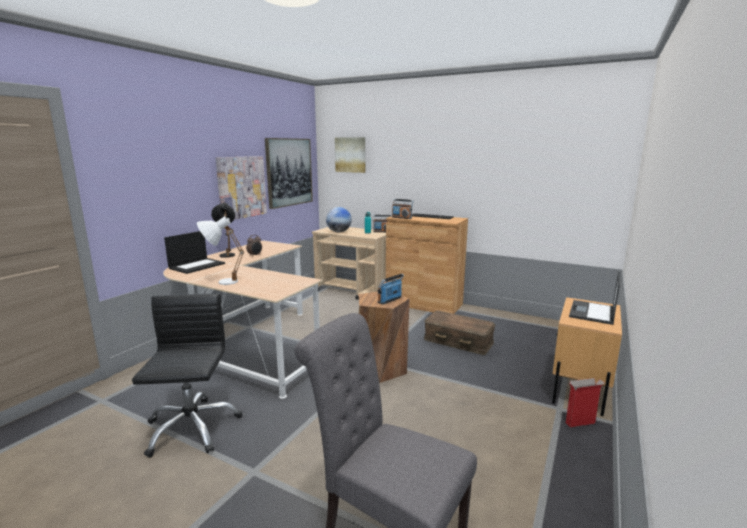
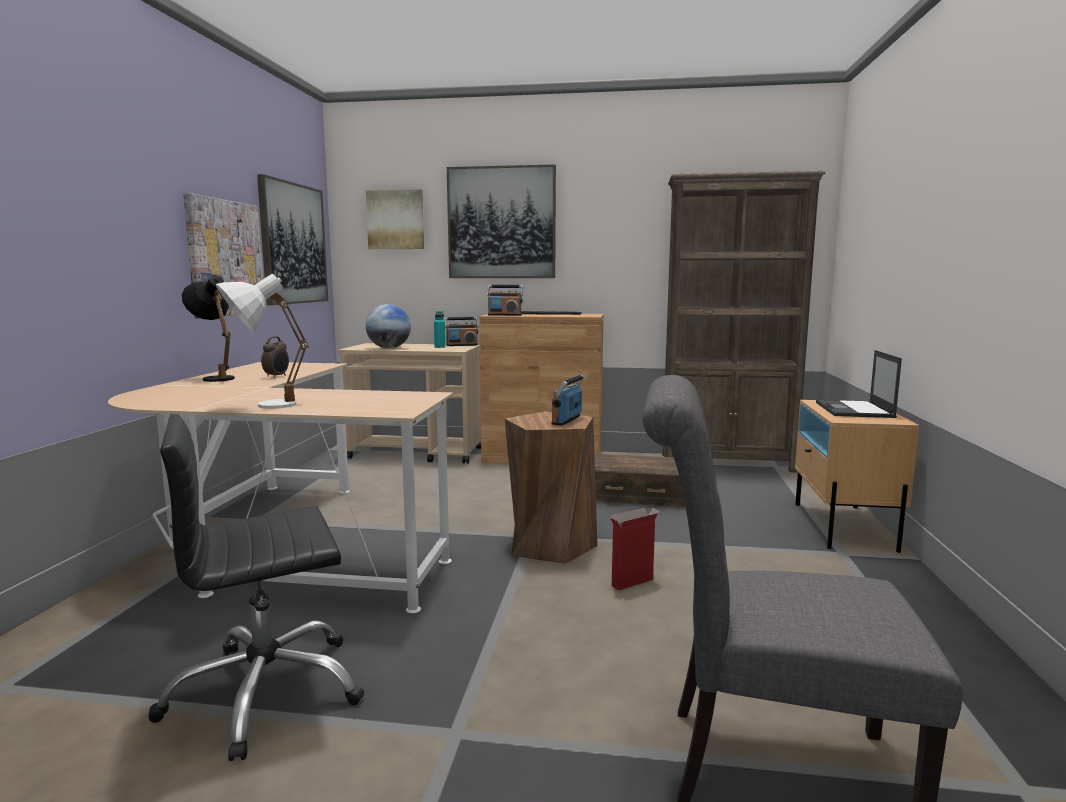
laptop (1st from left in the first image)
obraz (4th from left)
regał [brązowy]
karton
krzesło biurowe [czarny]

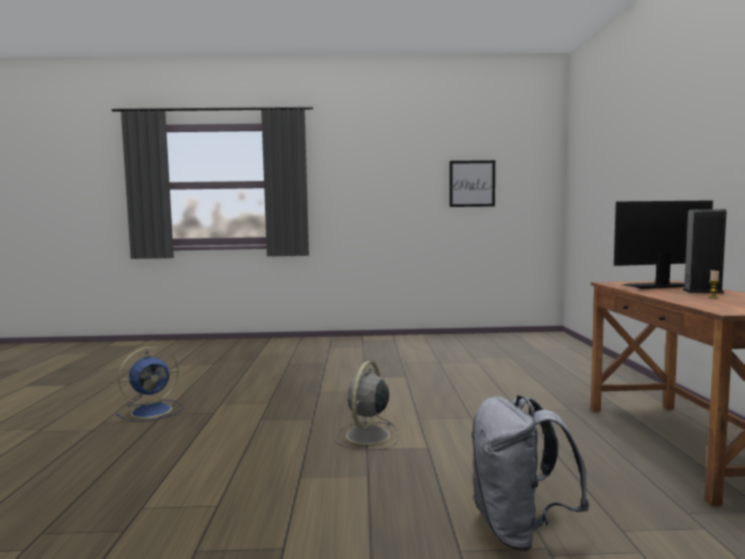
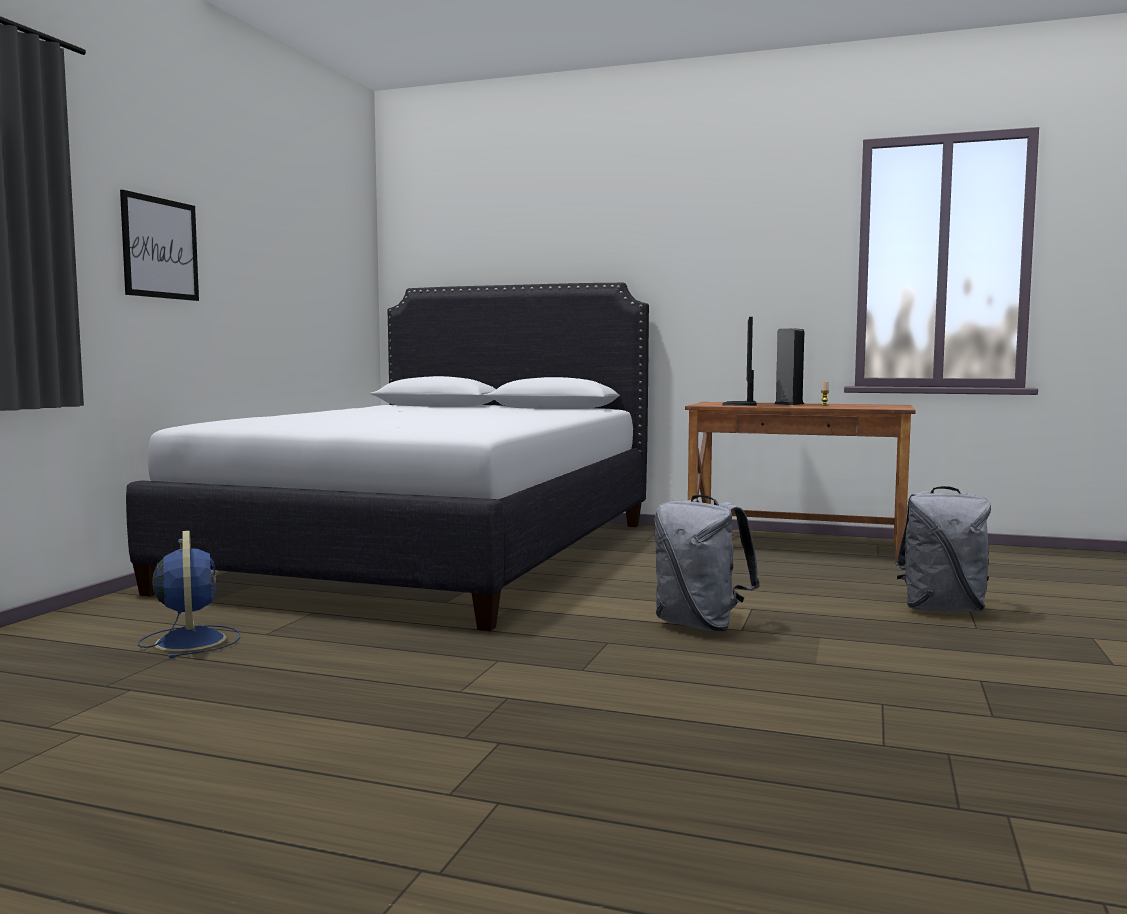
łóżko [biały]
wentylator [niebieski]
obraz
plecak [szary] (1st from left)

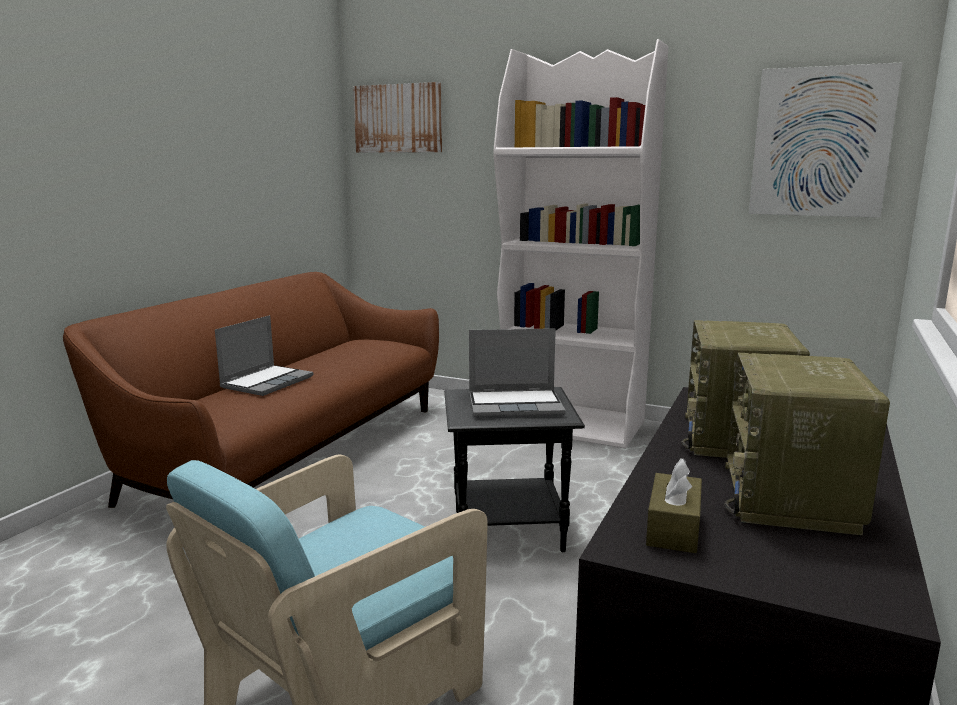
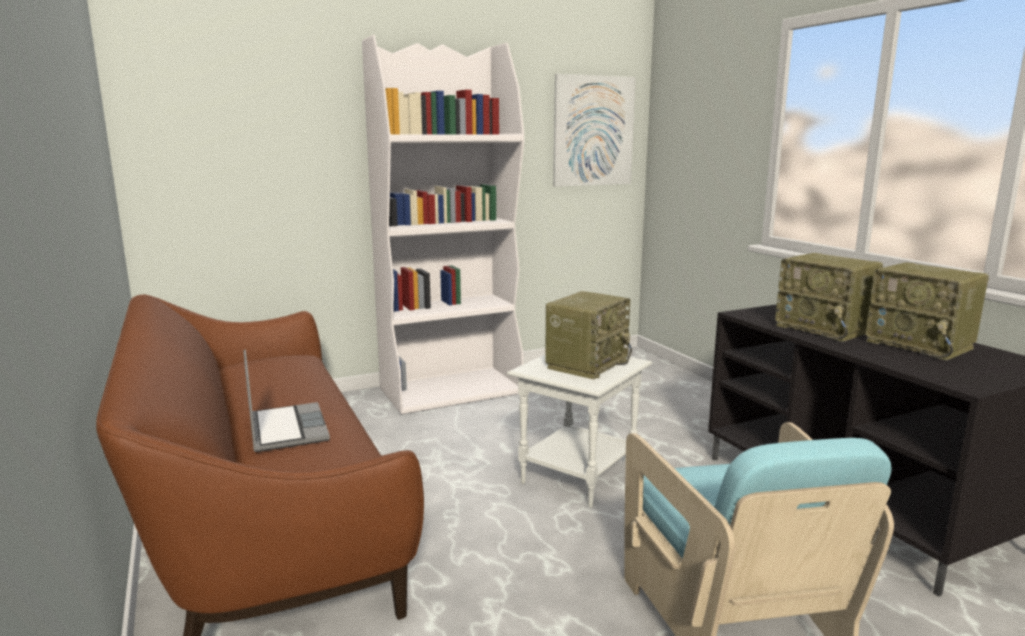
obraz (1st from left in the first image)
pudełko chusteczek [brązowy]
radio (1st from left)
stolik [biały]

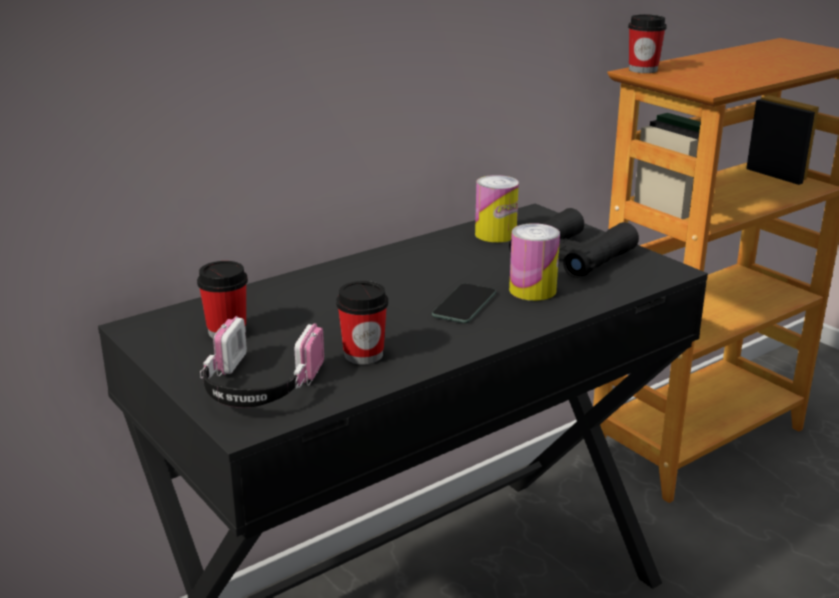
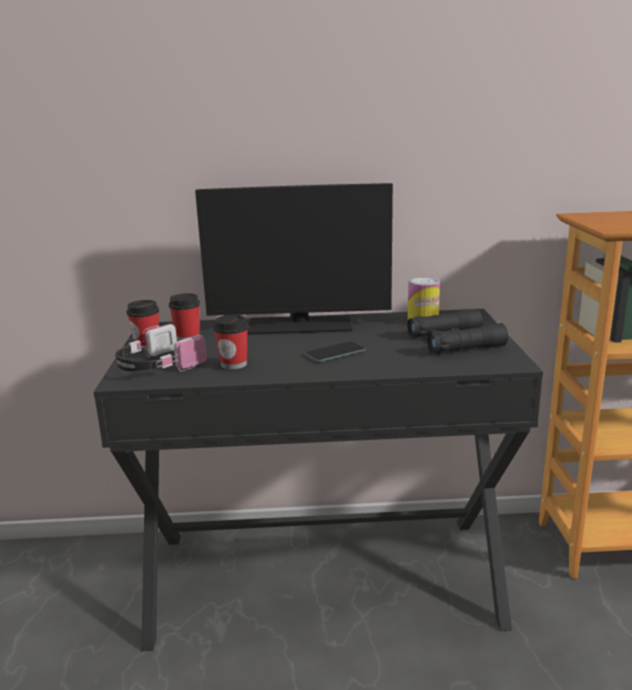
puszka (2nd from left in the first image)
monitor
filiżanka (1st from left)

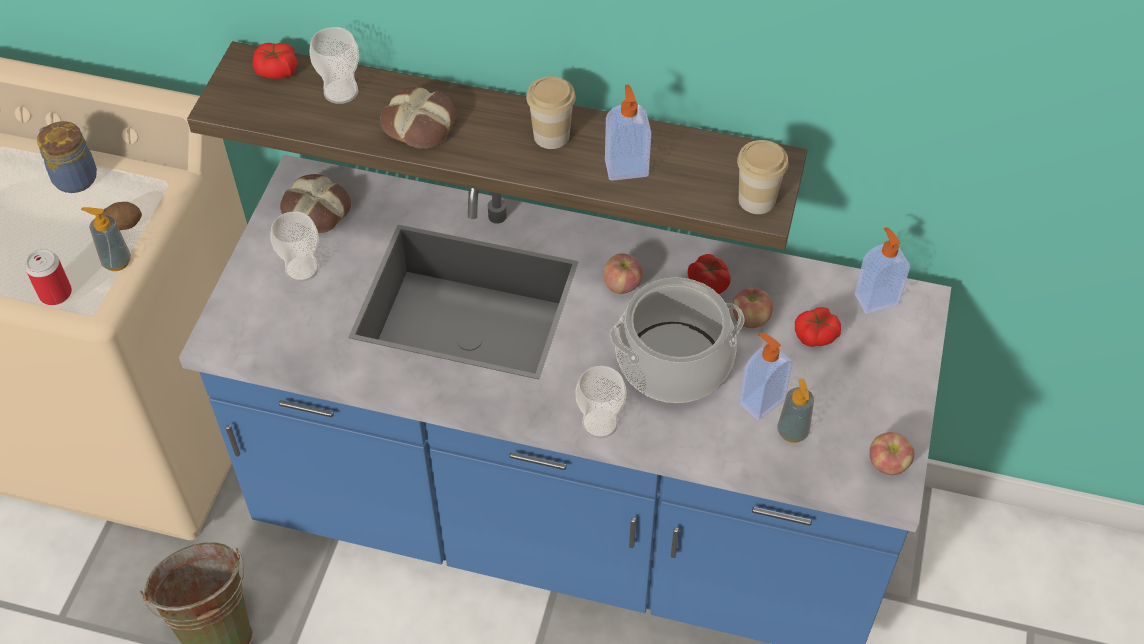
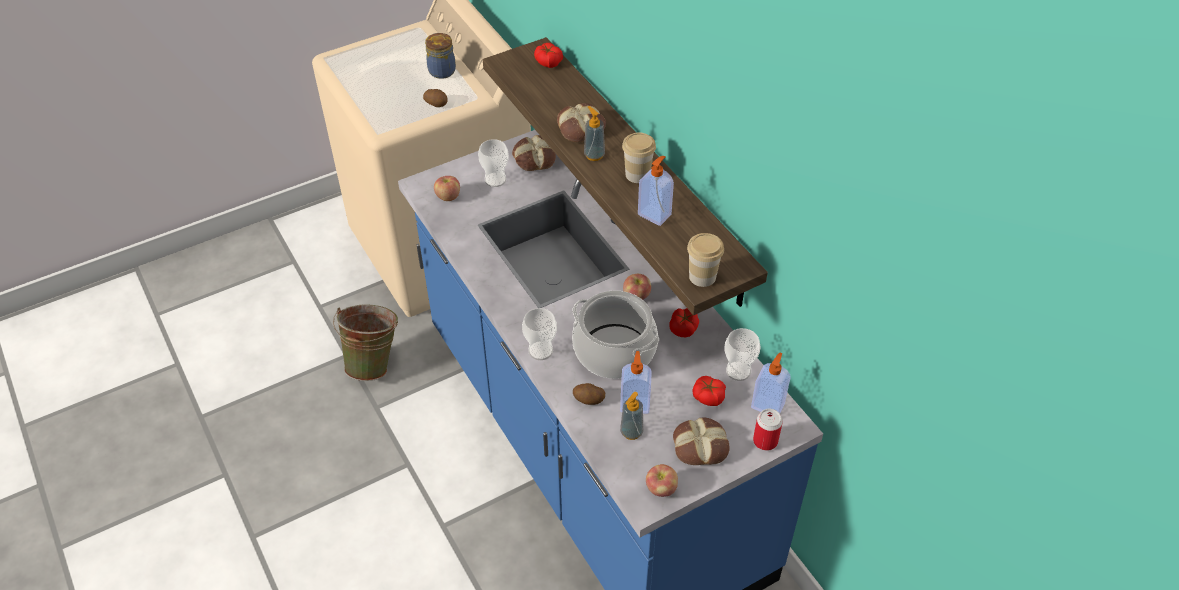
ziemniak (2nd from left)
chleb (3rd from left)
puszka
dozownik mydła (1st from left)
filiżanka (5th from left)
jabłko (1st from left)

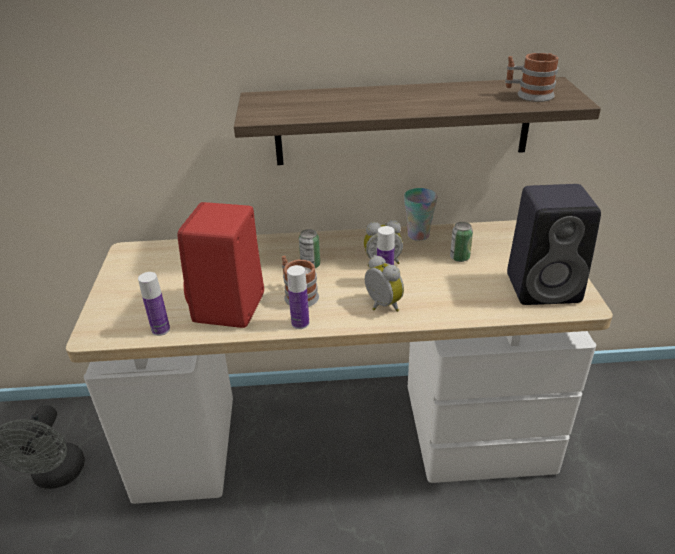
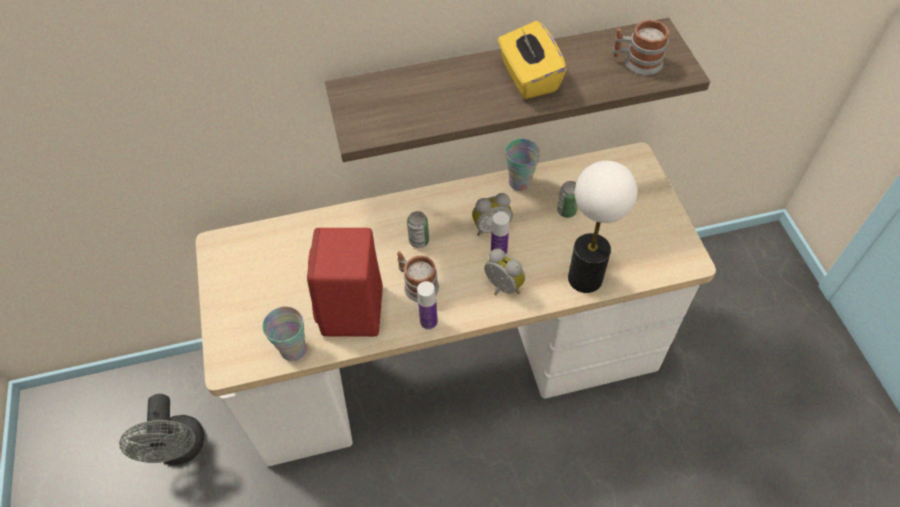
głośnik [czarny]
pudełko chusteczek [żółty]
lampa stołowa
filiżanka (1st from left)

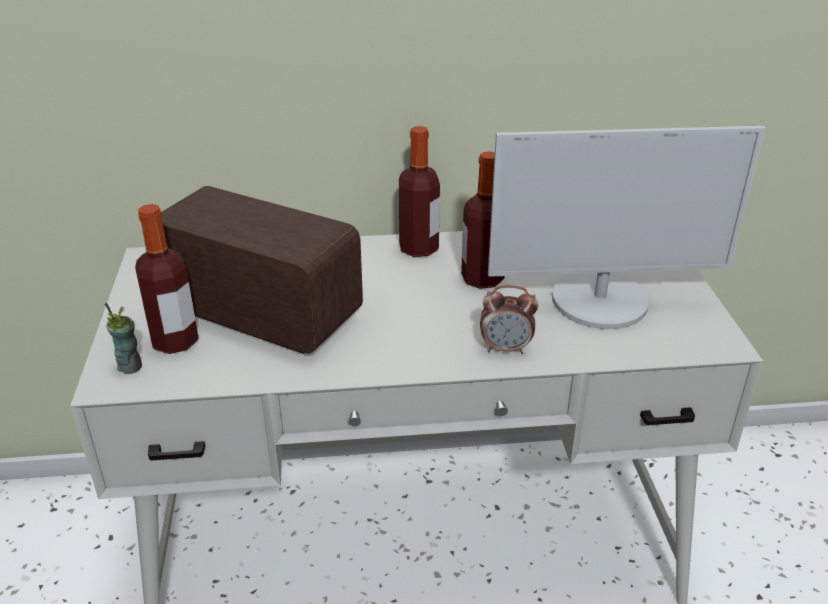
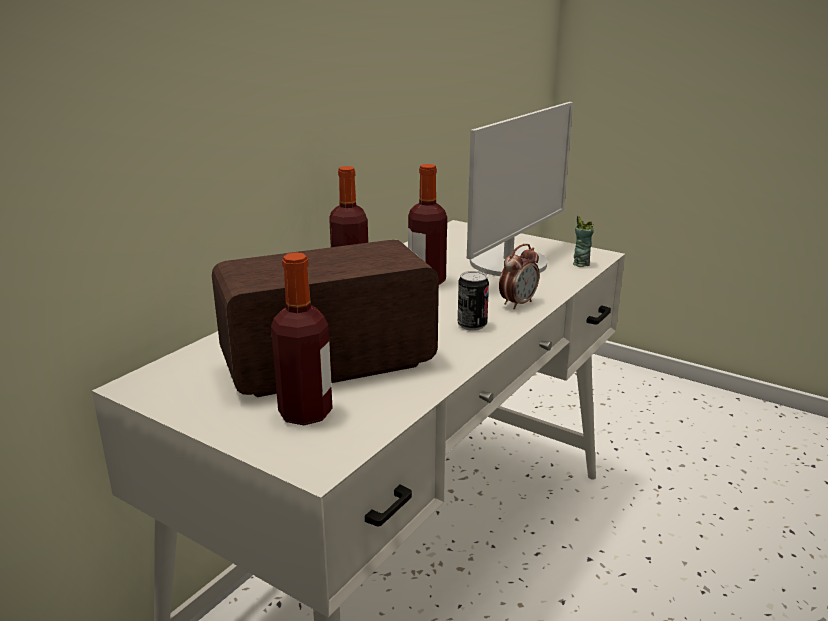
puszka
filiżanka

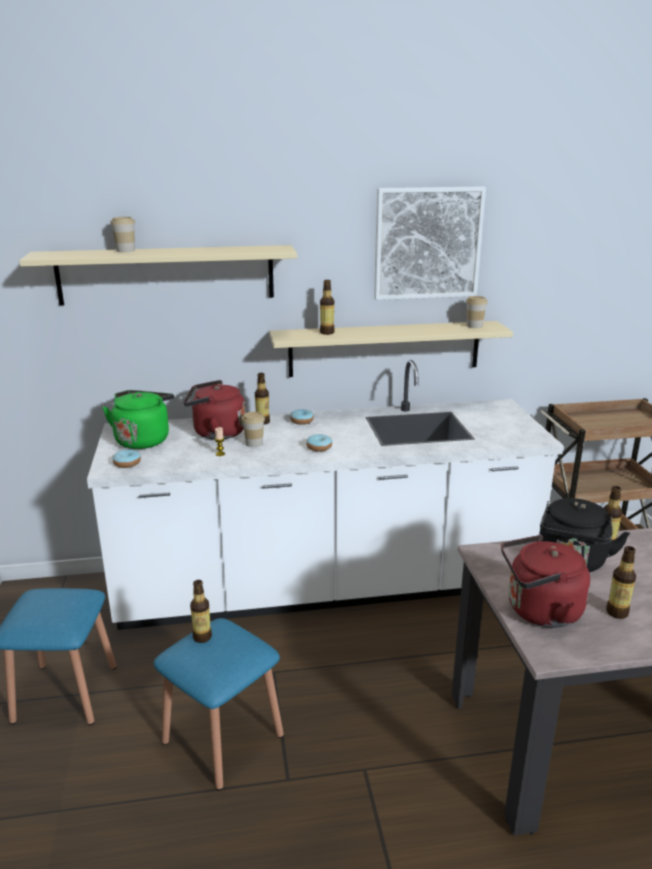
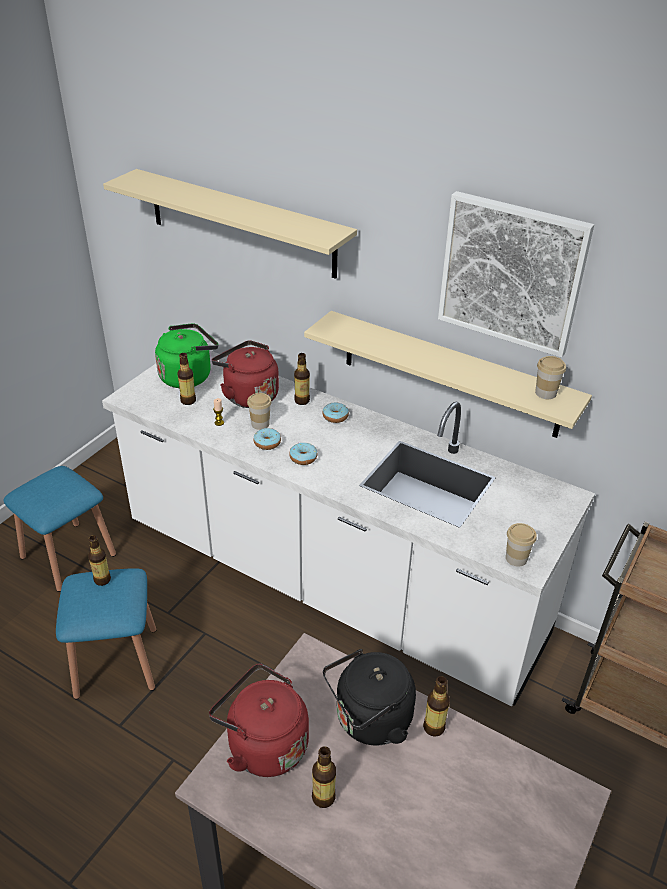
filiżanka (2nd from left)
donut (1st from left)
butelka (2nd from left)

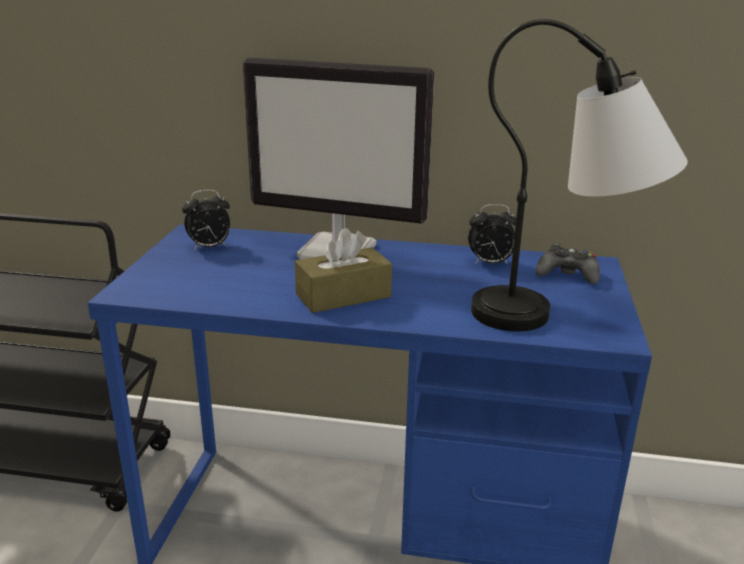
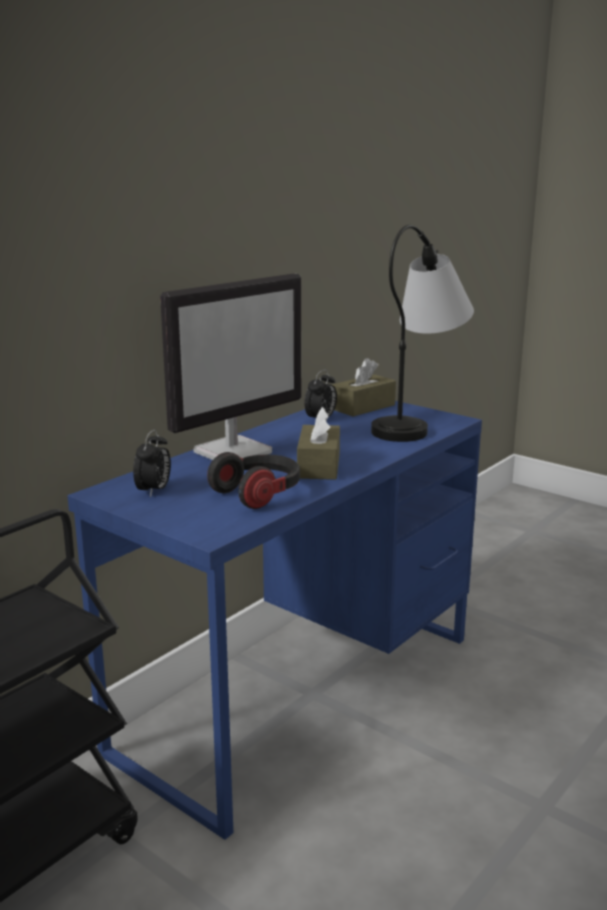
słuchawki
pudełko chusteczek [brązowy] (2nd from left)

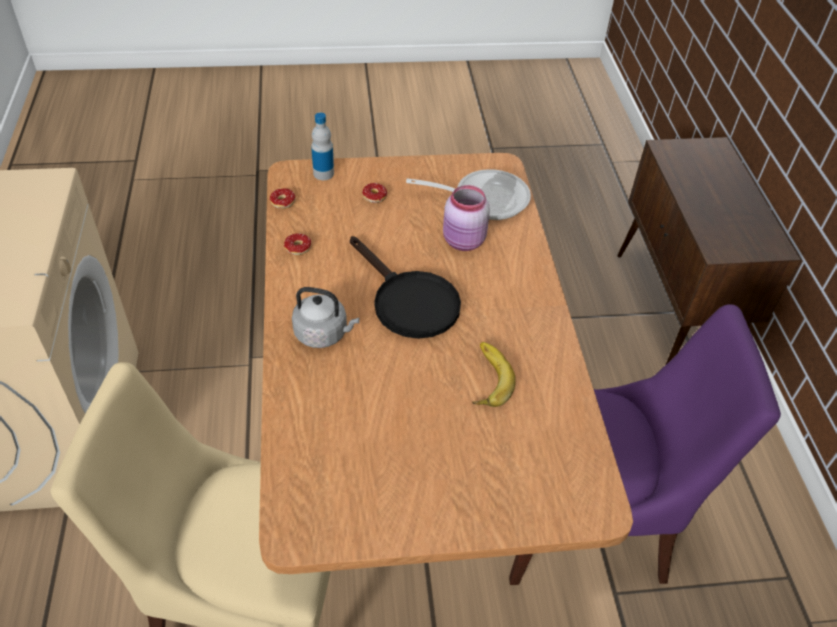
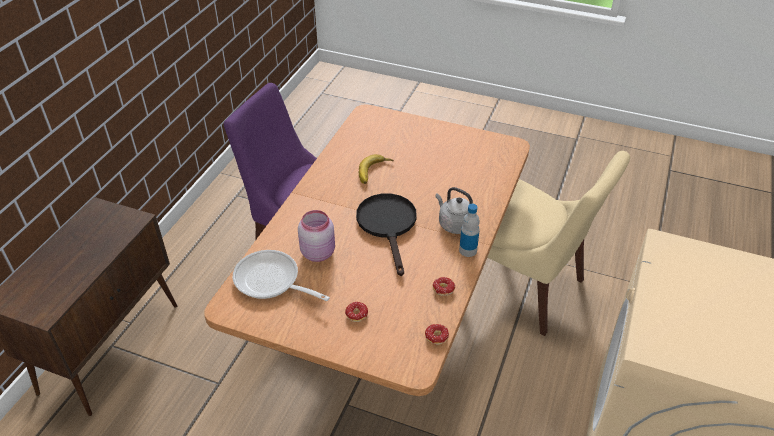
butelka

